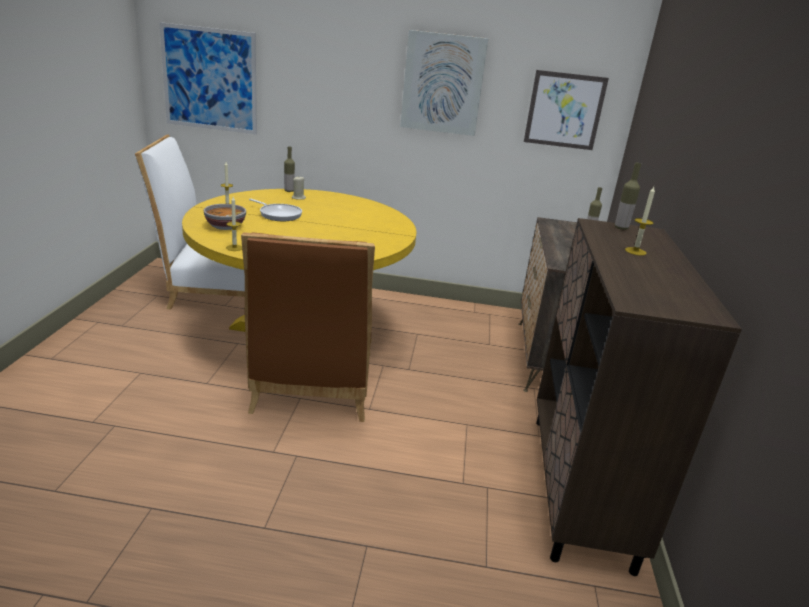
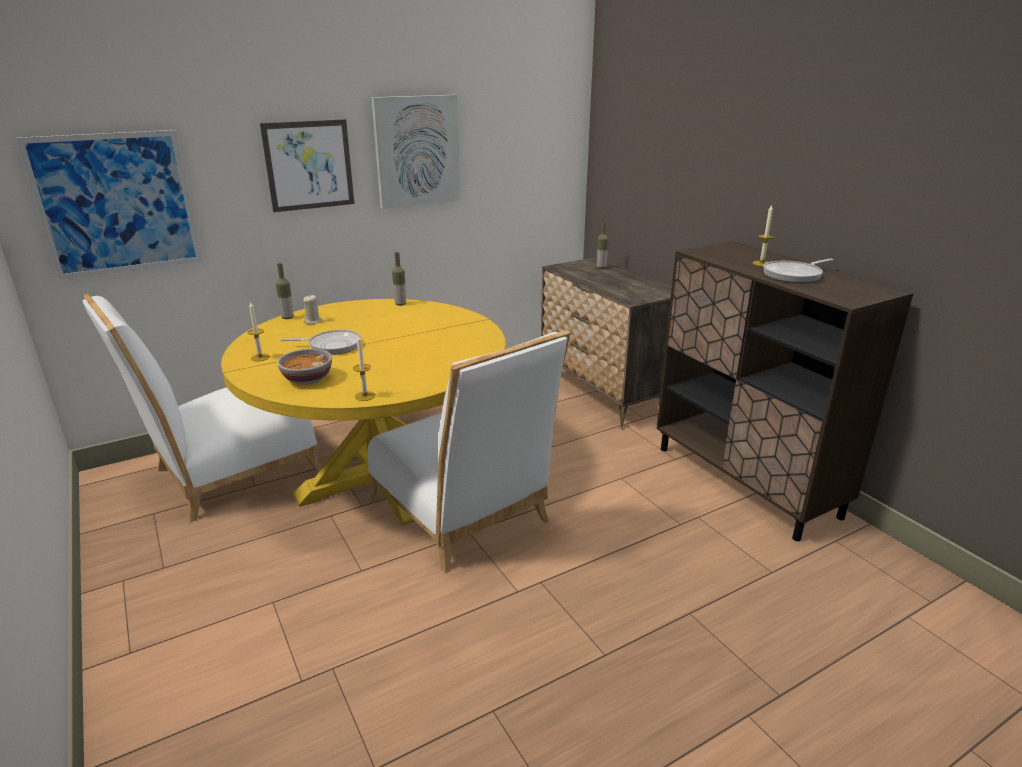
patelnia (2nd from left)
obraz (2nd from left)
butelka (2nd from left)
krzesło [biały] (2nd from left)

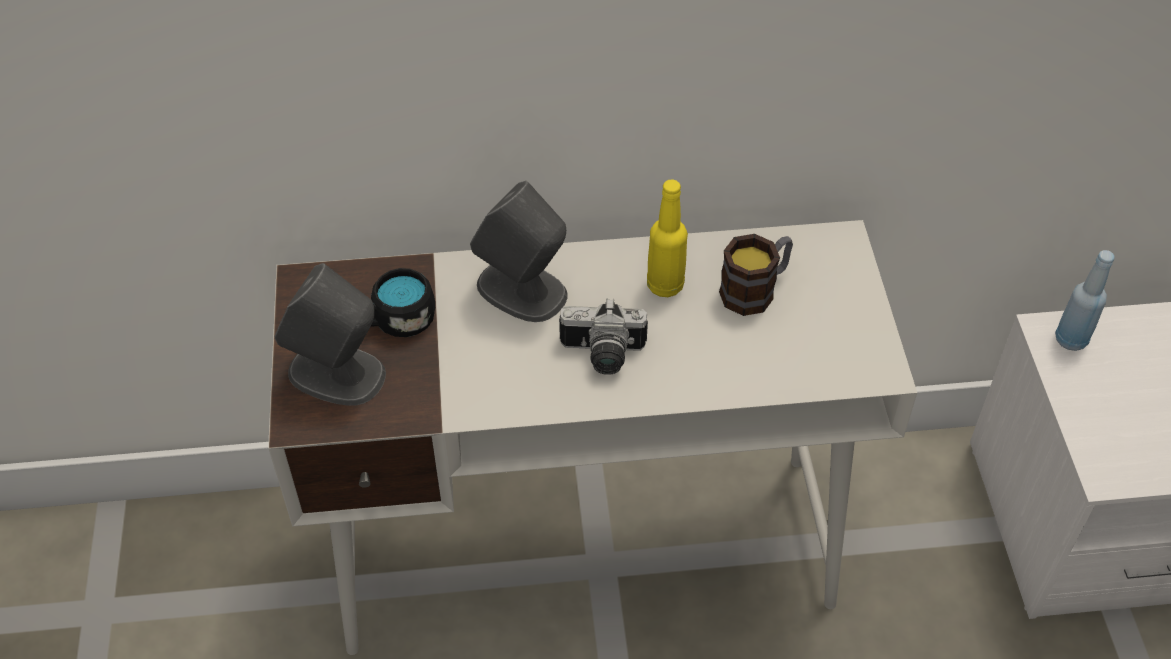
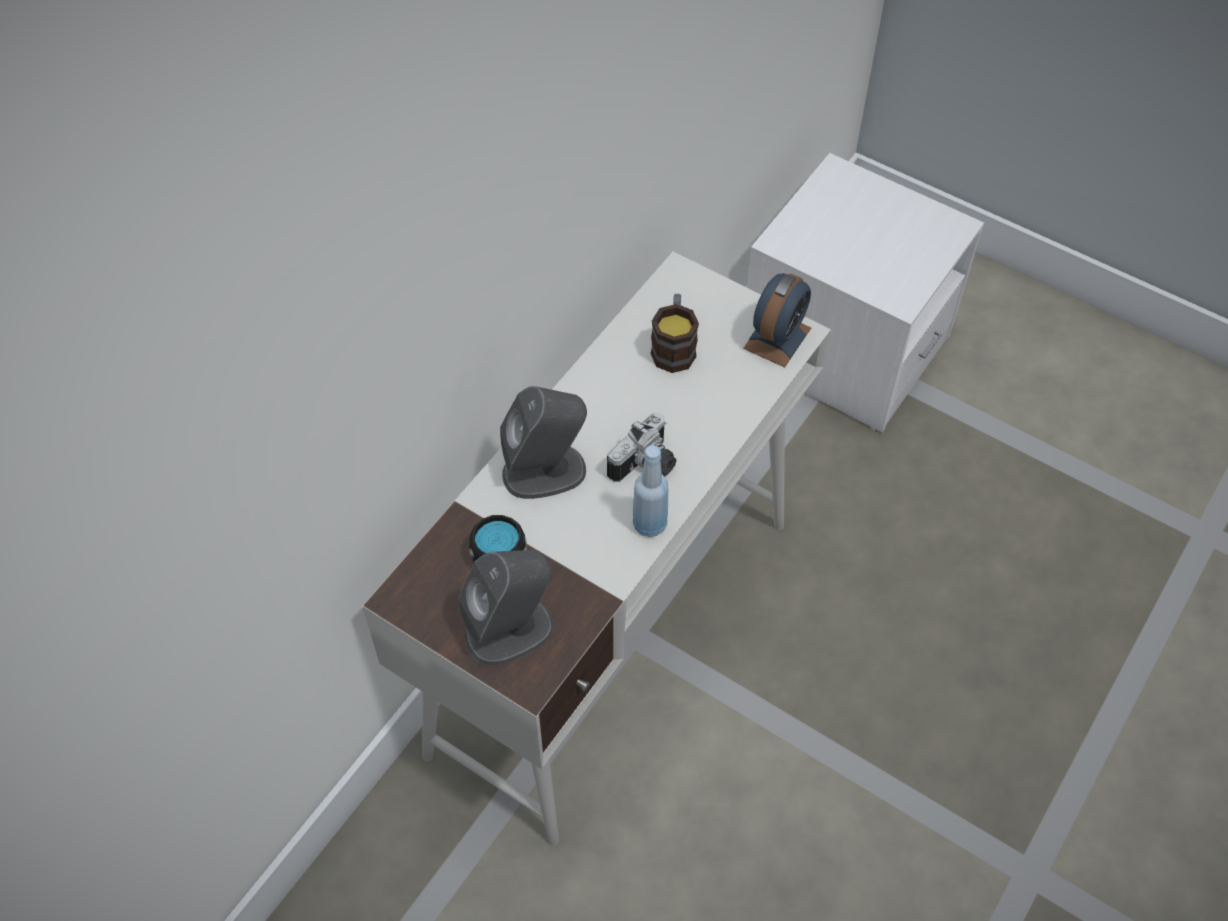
butelka [żółty]
budzik
butelka [niebieski]

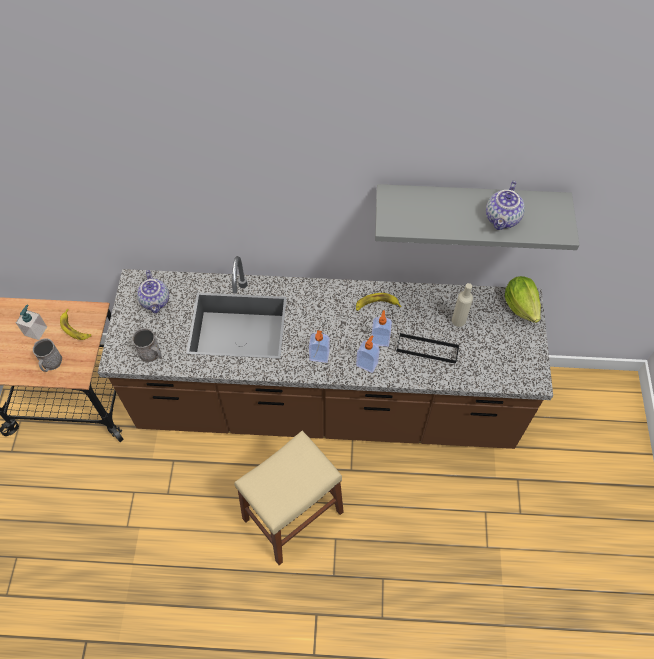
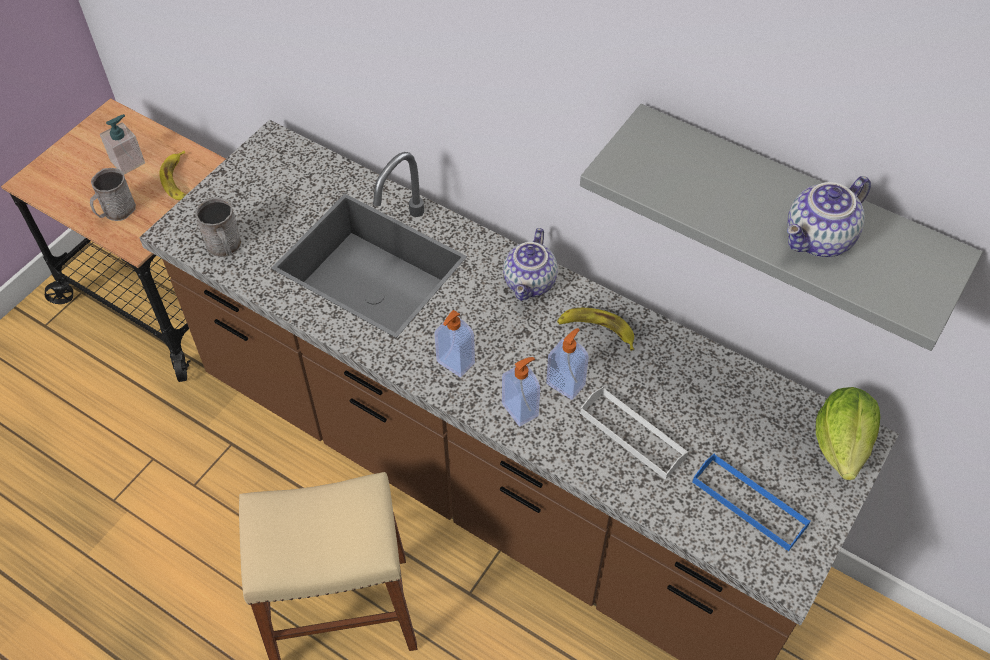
butelka [beżowy]
taca [niebieski]
imbryk (1st from left)
taca [biały]

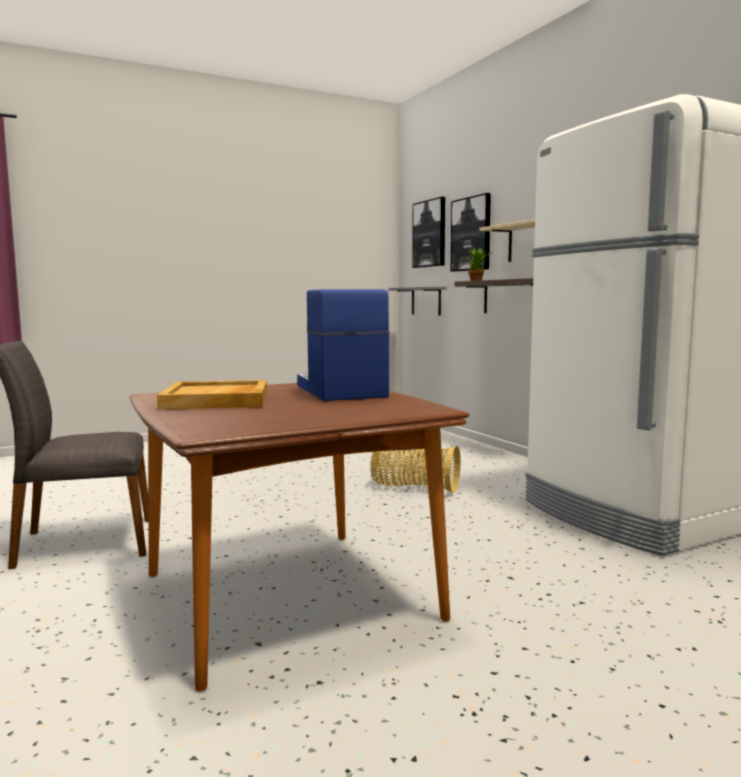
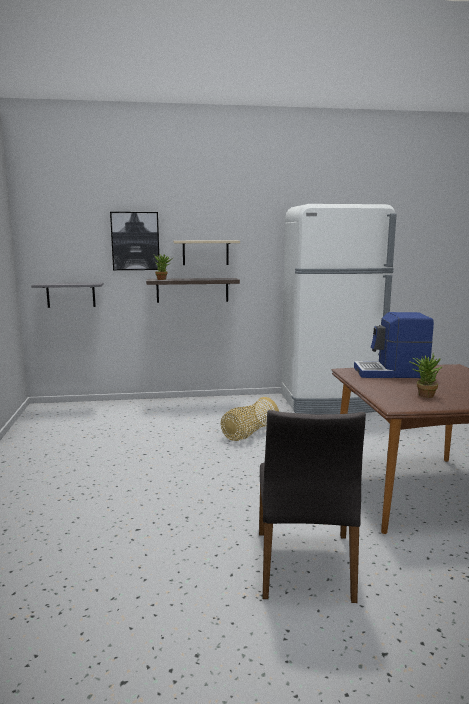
obraz (1st from left in the first image)
roślina doniczkowa (2nd from left)

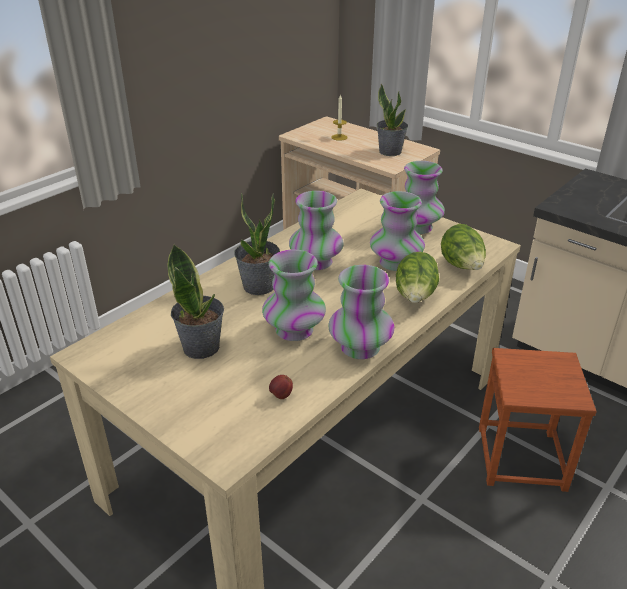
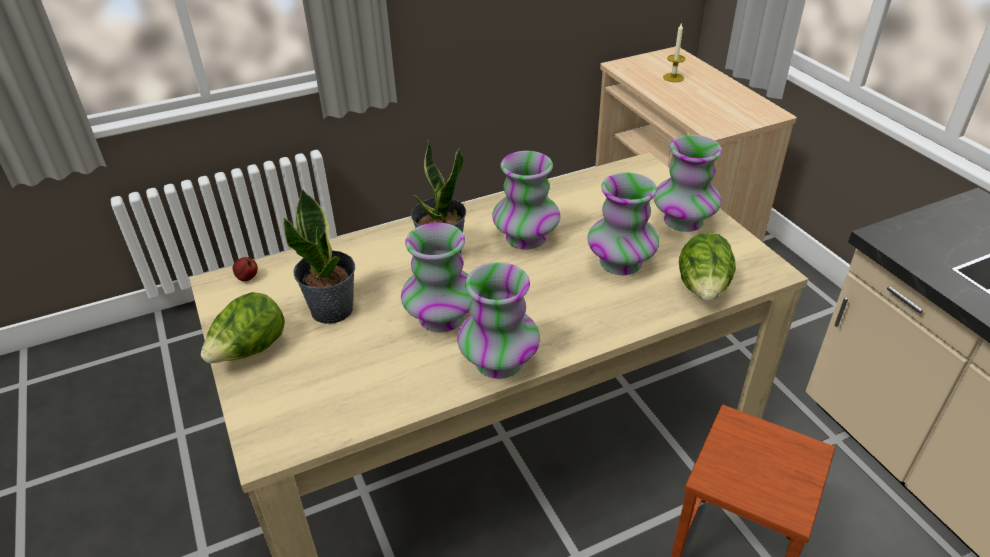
roślina doniczkowa (3rd from left in the first image)
jabłko
sałata (1st from left)

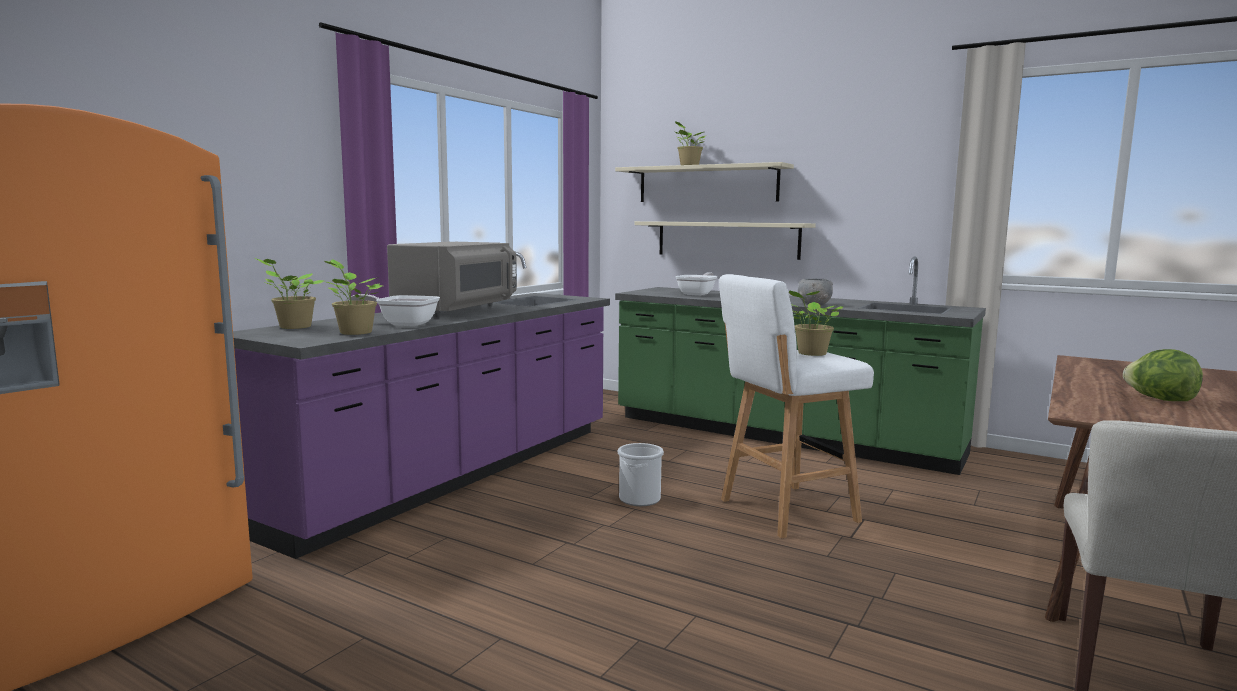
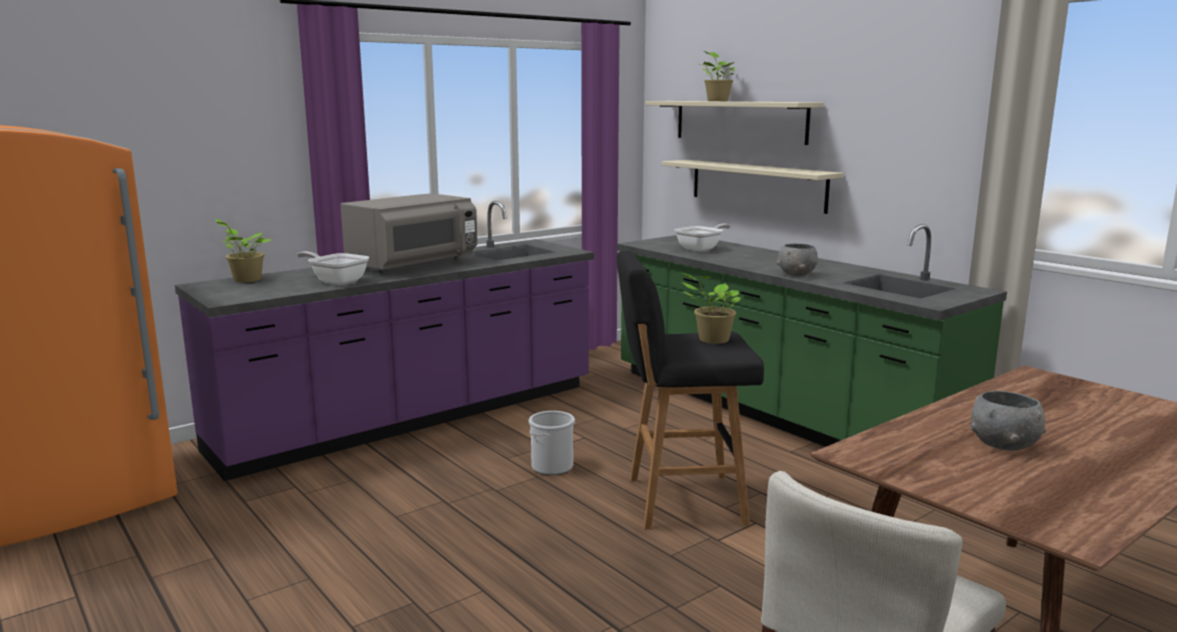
roślina doniczkowa (2nd from left in the first image)
miska [szary] (2nd from left)
stołek [czarny]

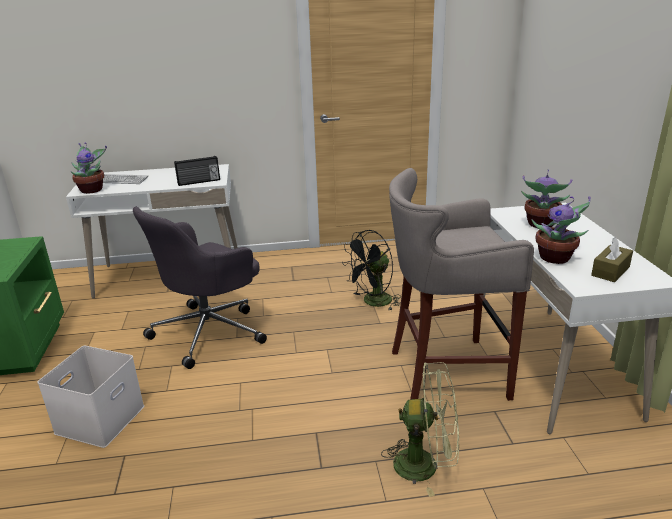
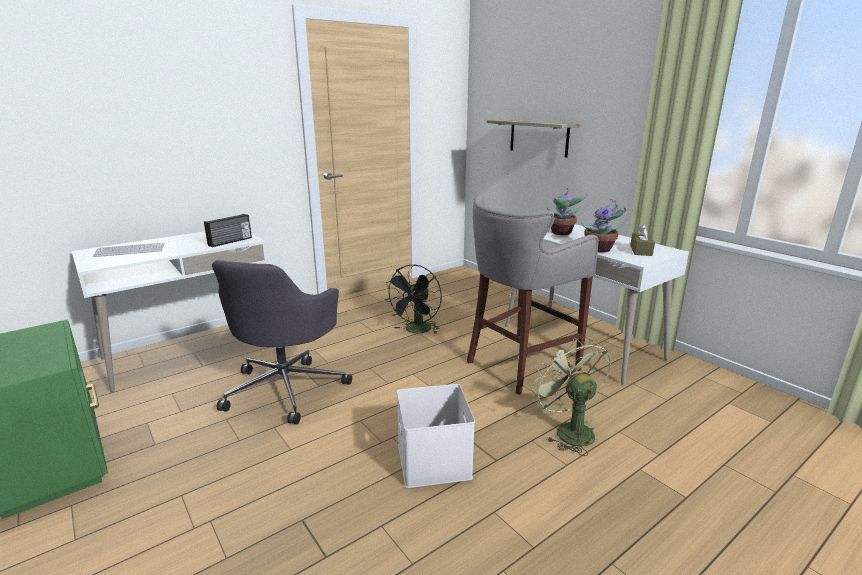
roślina doniczkowa (1st from left in the first image)
półka
pojemnik do przechowywania [biały]
wentylator [zielony]

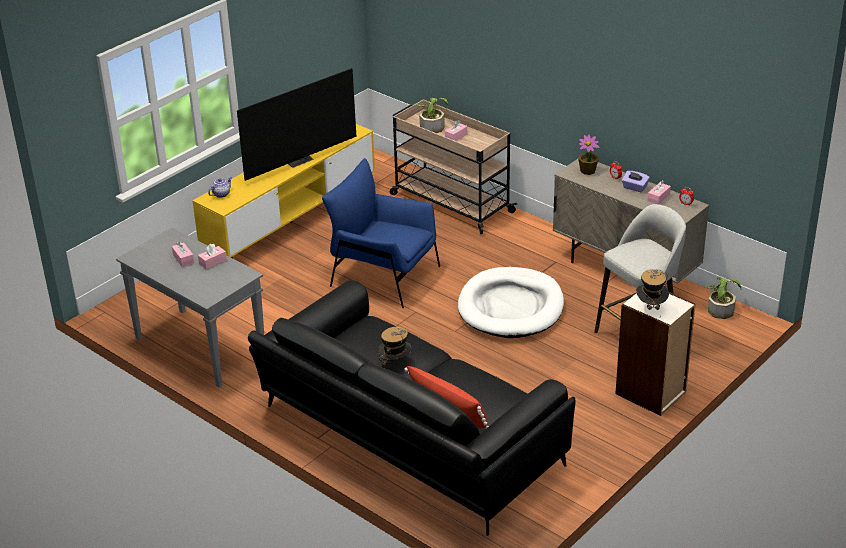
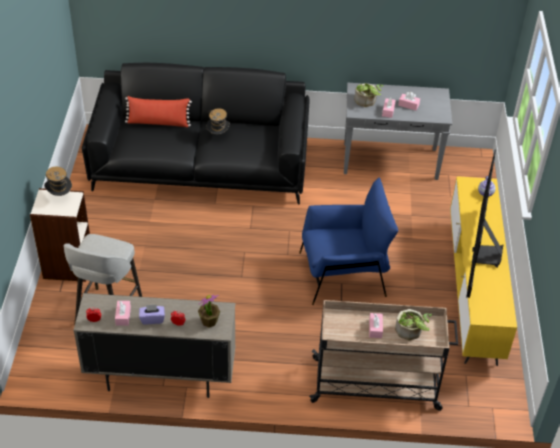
legowisko [biały]
roślina doniczkowa (2nd from left)

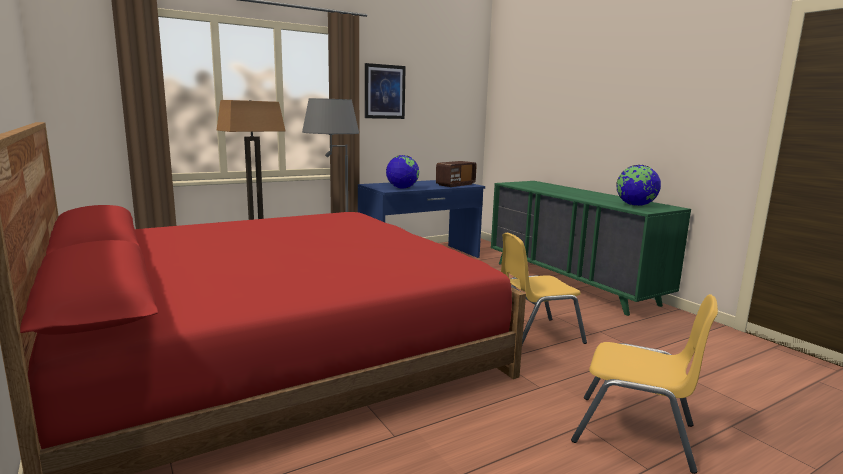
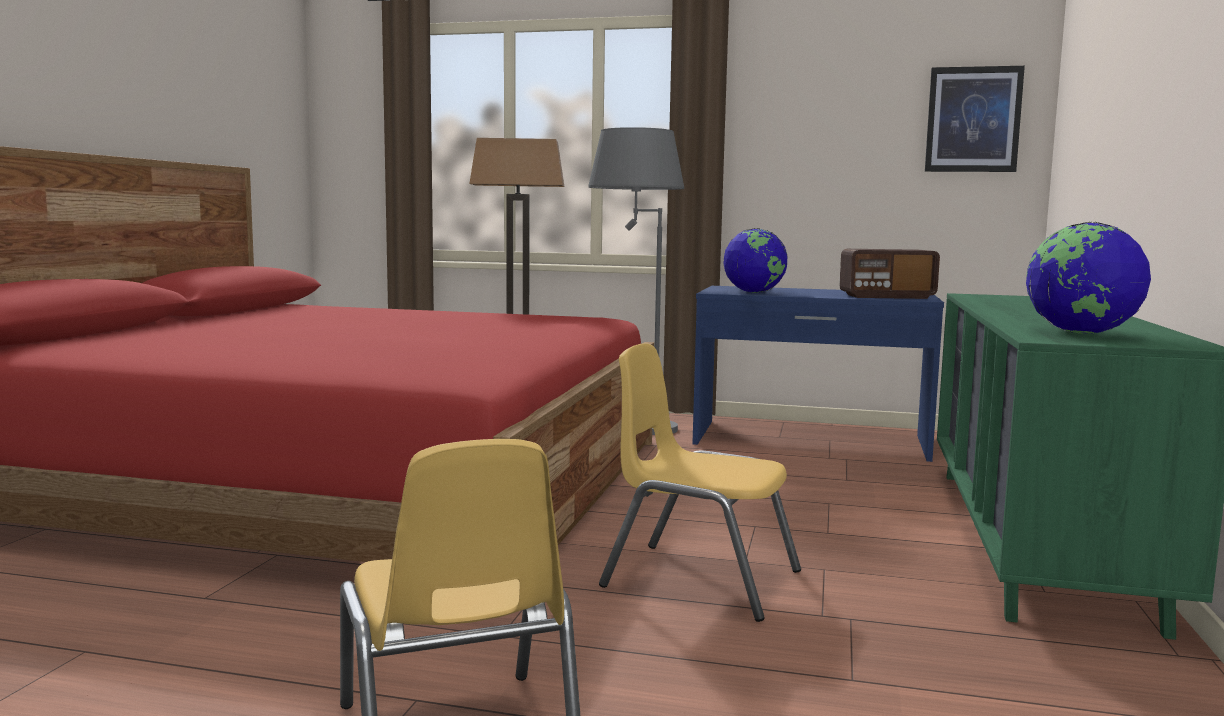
obraz

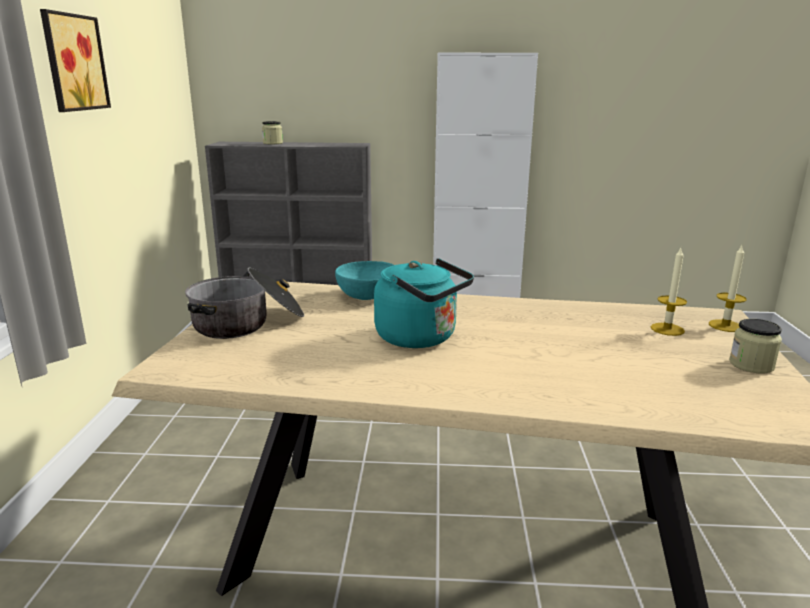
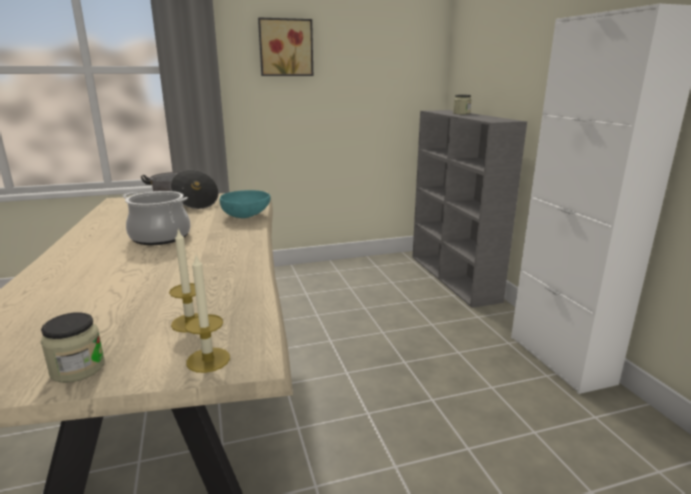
garnek (1st from left)

